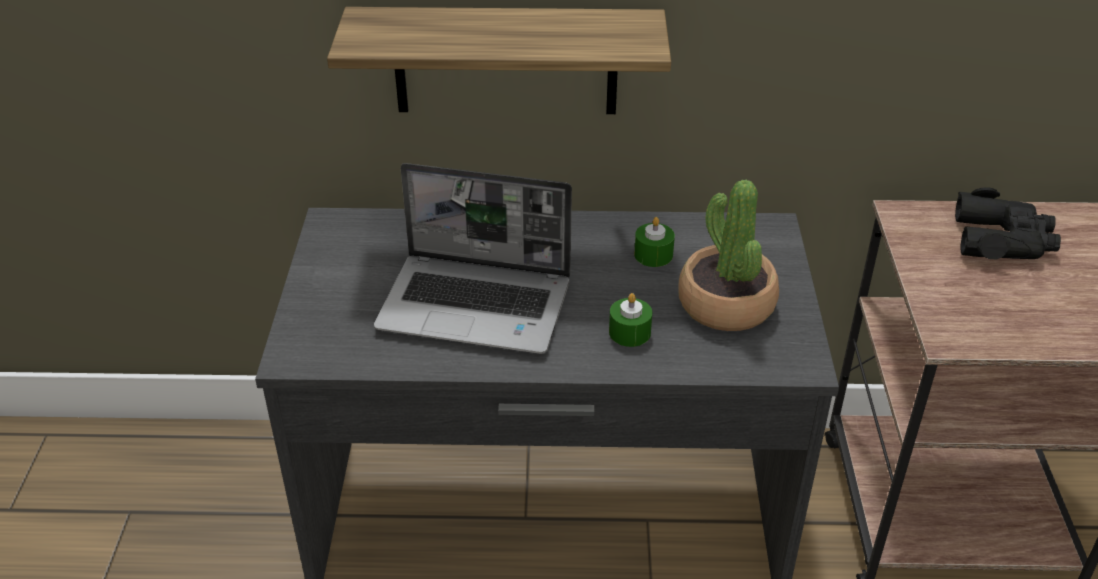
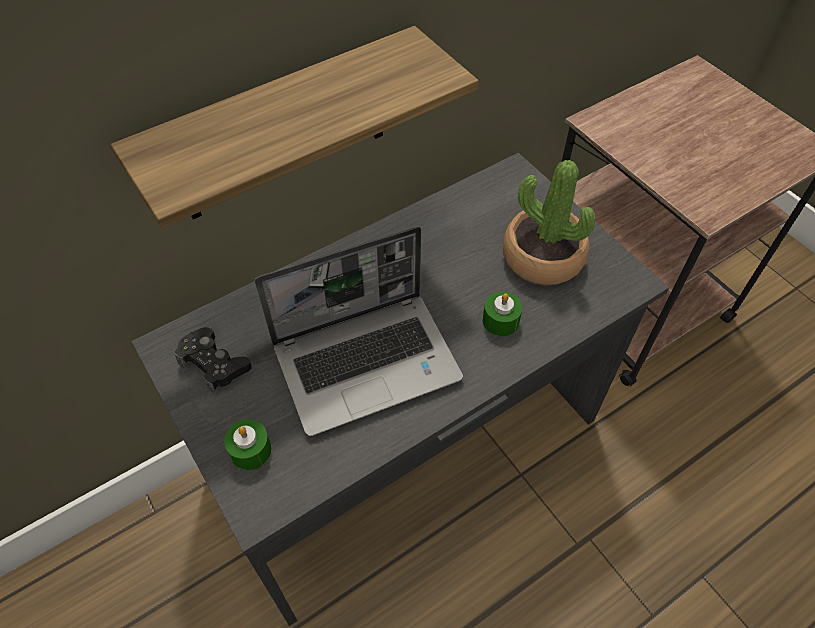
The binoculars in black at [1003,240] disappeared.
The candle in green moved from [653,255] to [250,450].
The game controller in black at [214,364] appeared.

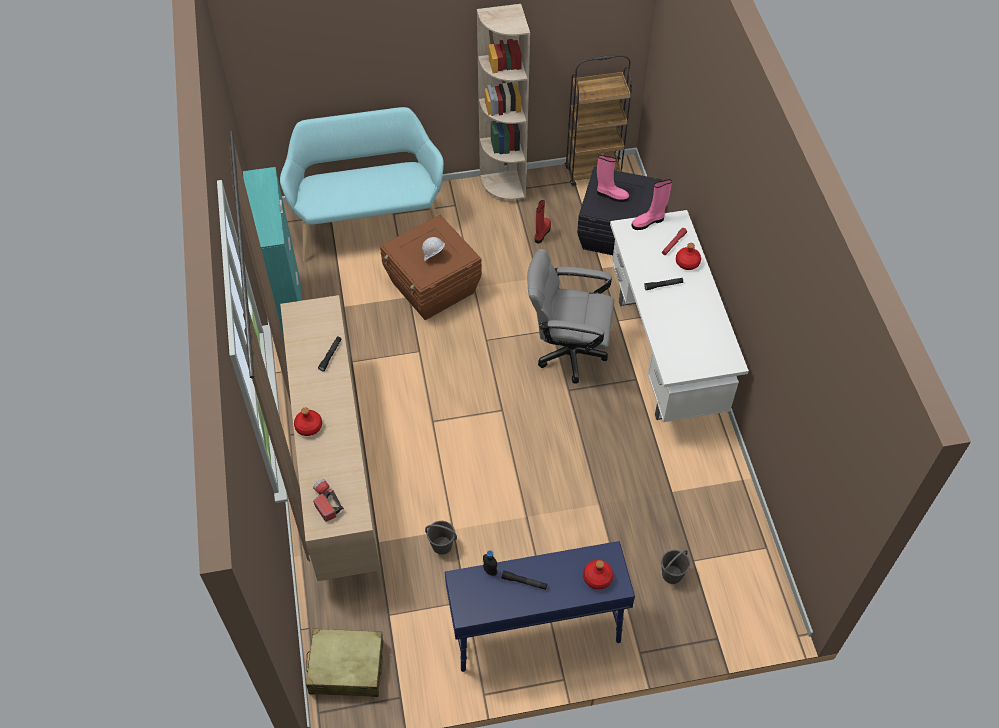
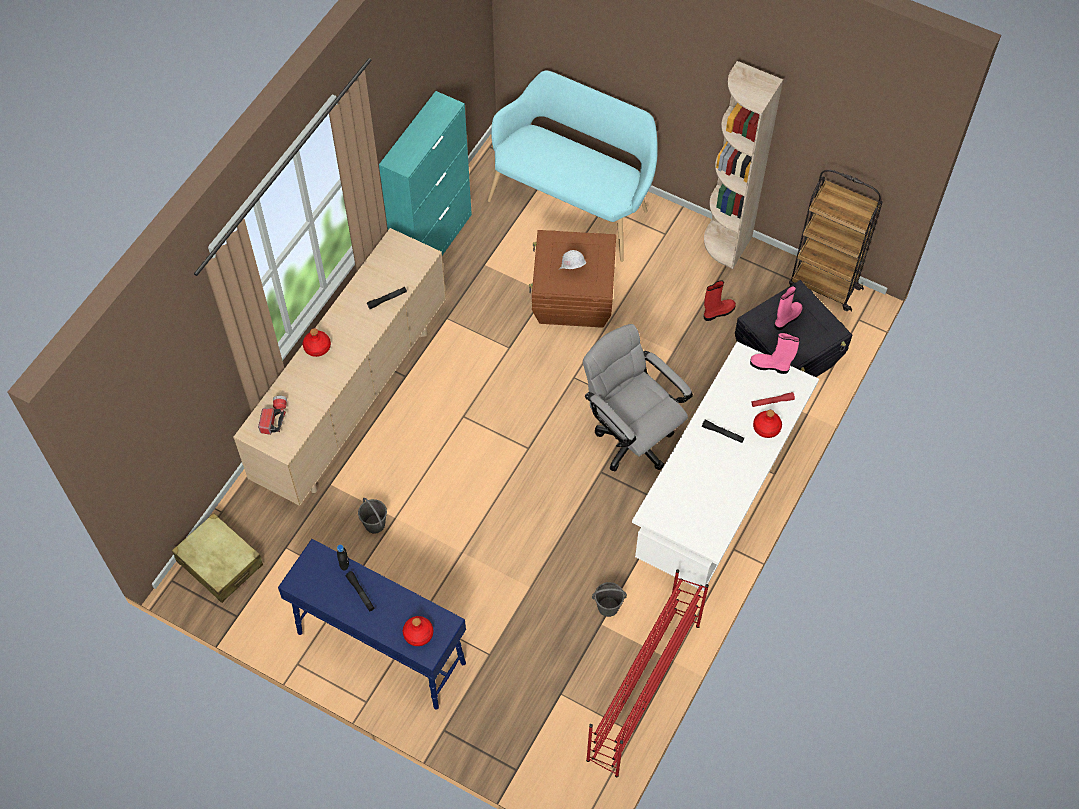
The boot in pink at [611,195] turned 105 degrees counterclockwise.
The bucket in grey moved from [672,574] to [608,607].
The shoe rack in red at [643,692] appeared.

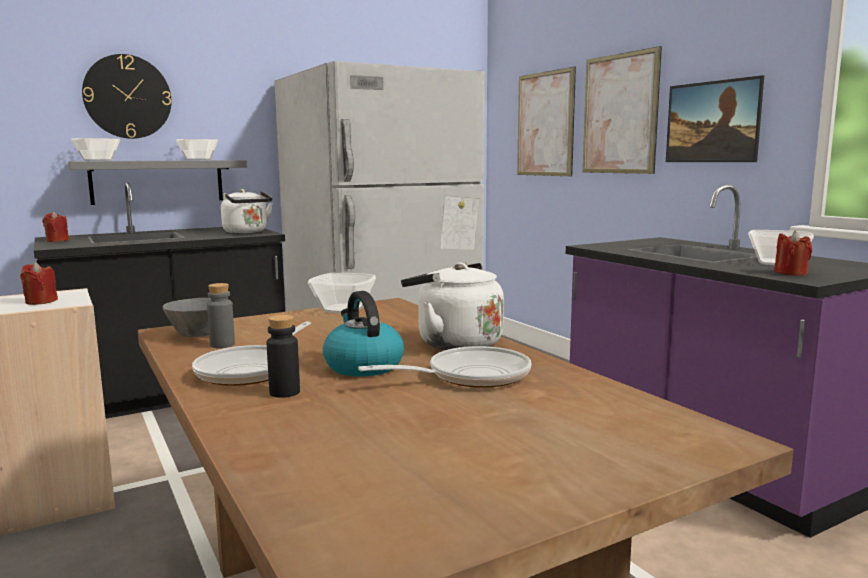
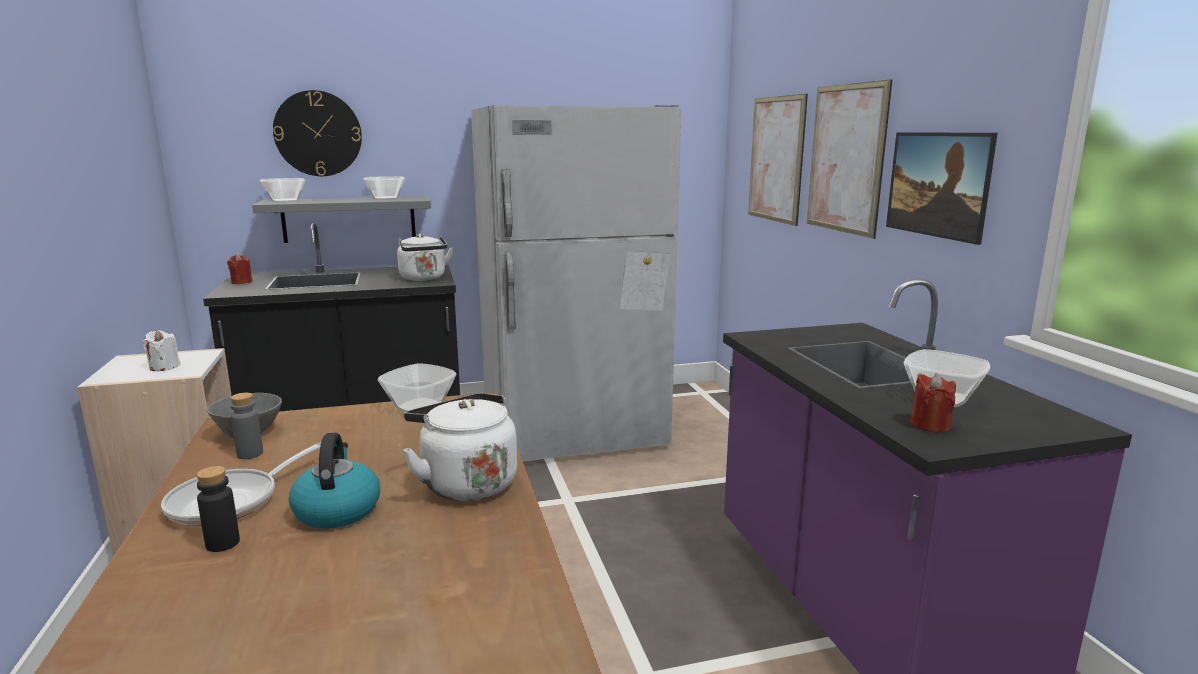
The candle in red at [41,301] became the candle in white at [164,367].
The frying pan at [470,376] disappeared.

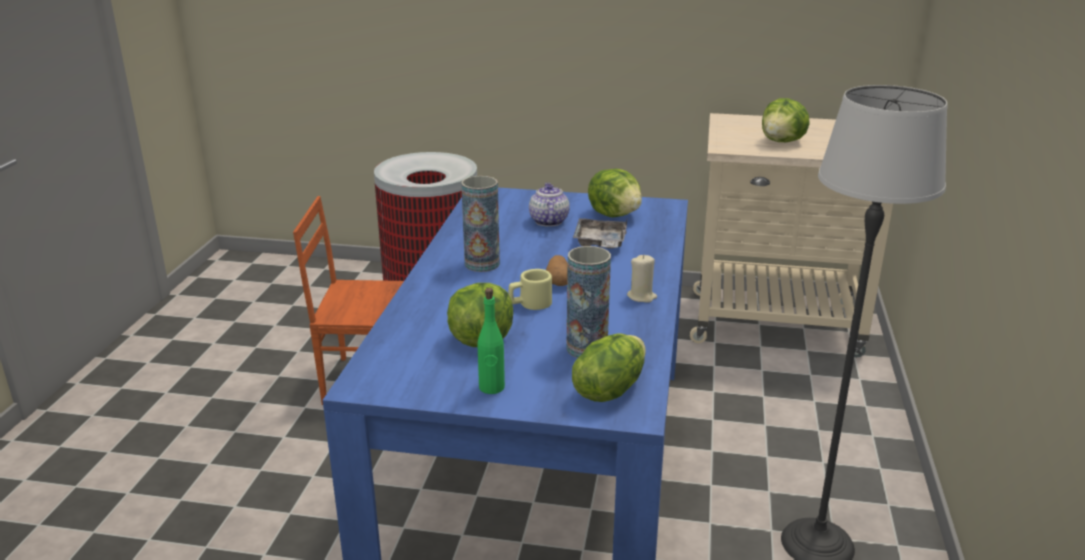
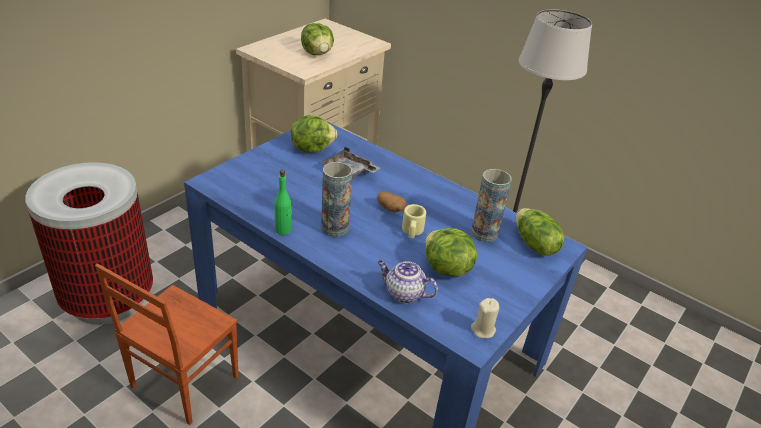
The teapot moved from [548,221] to [403,293].
The candle in beige moved from [641,297] to [483,330].
The bottle in green moved from [491,387] to [283,230].

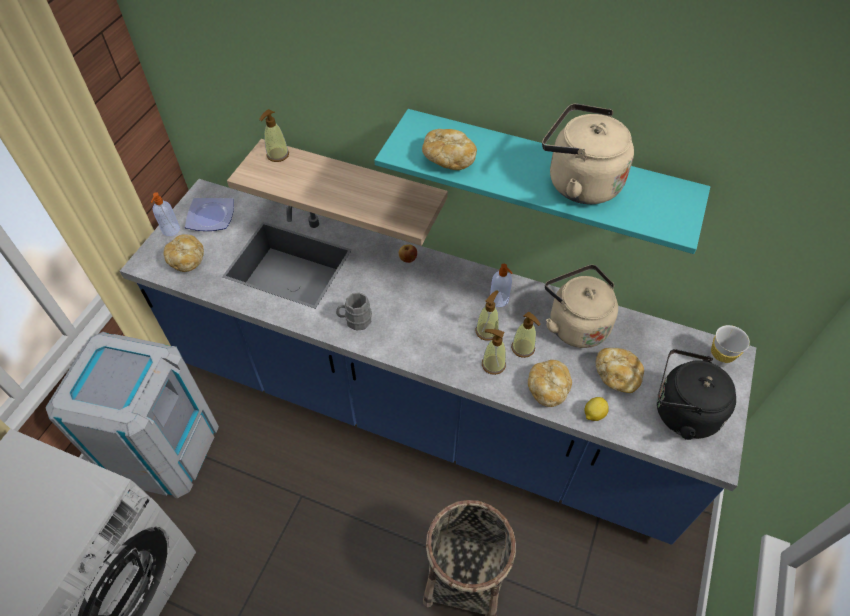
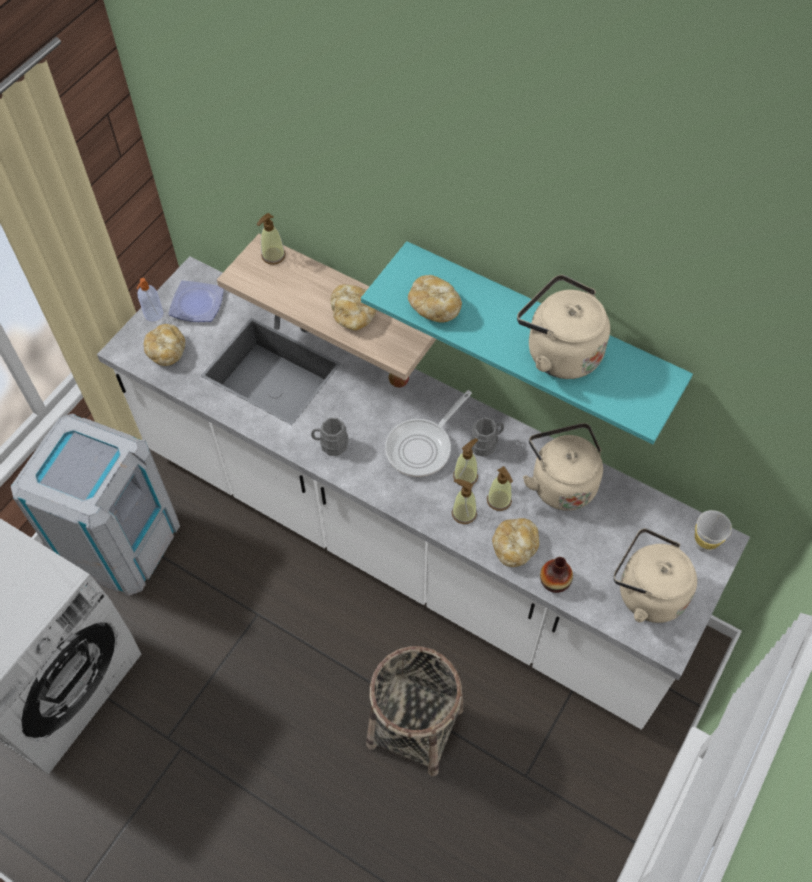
The counter in blue at [425,409] became the counter in white at [406,541].
The soap dispenser at [499,300] was replaced by the mug in grey at [486,443].
The bread moved from [617,376] to [353,315].
The kettle in black at [681,412] became the kettle in beige at [646,593].
The lemon at [593,414] was replaced by the vase at [554,581].
The frying pan at [422,447] appeared.

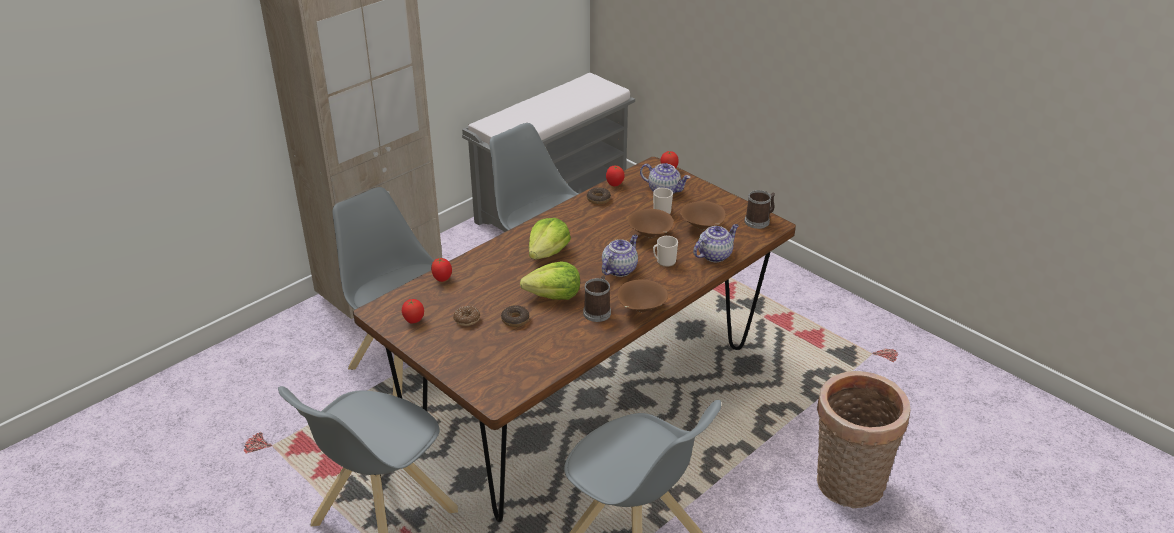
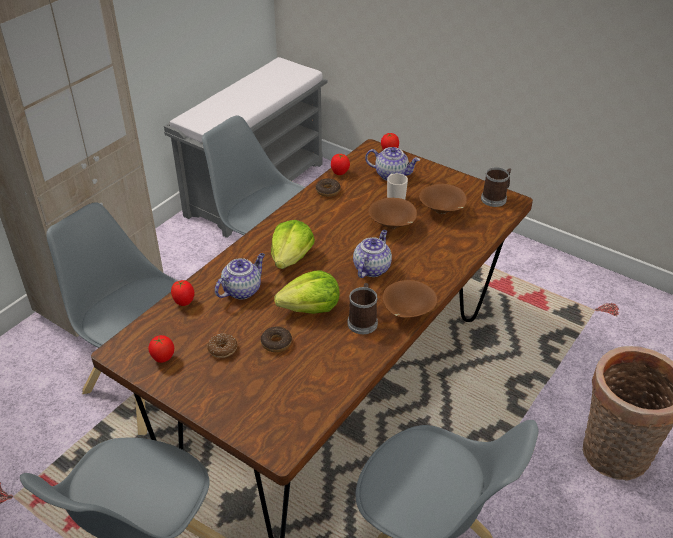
The teapot moved from [715,255] to [242,290].
The mug at [664,261] disappeared.

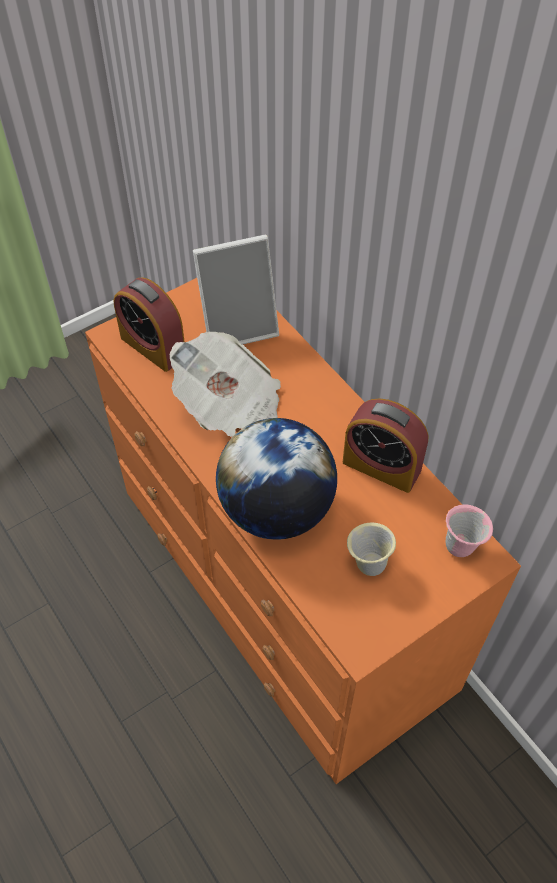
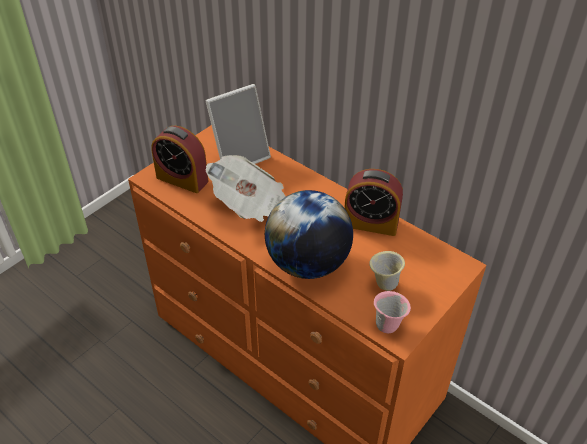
The mug in pink moved from [462,545] to [388,325].

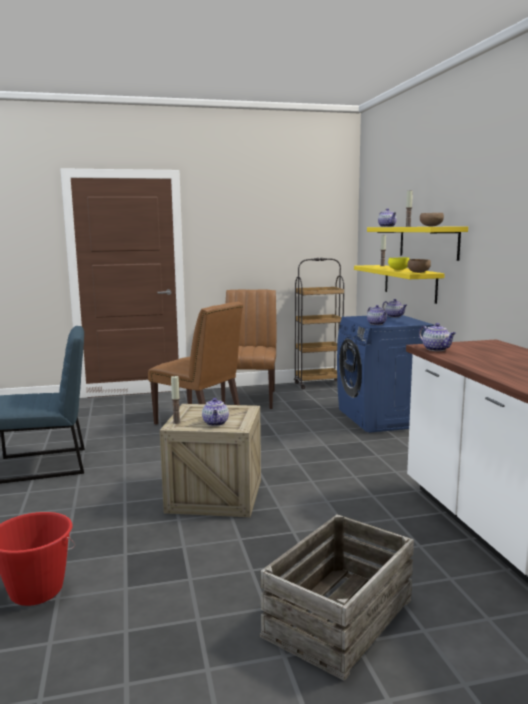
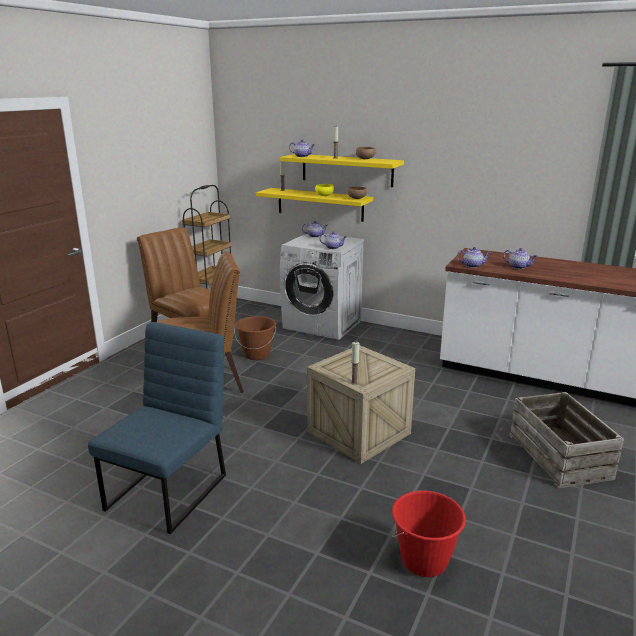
The washing machine in blue at [380,420] became the washing machine in white at [322,326].
The teapot moved from [216,423] to [518,267].
The bucket in brown at [256,355] appeared.

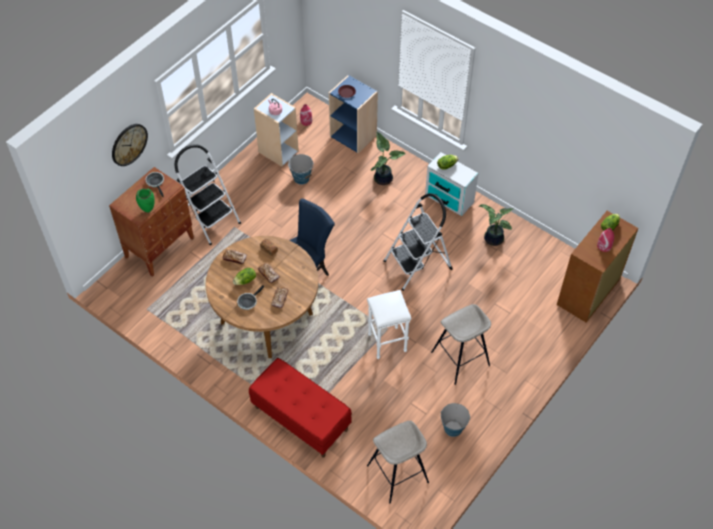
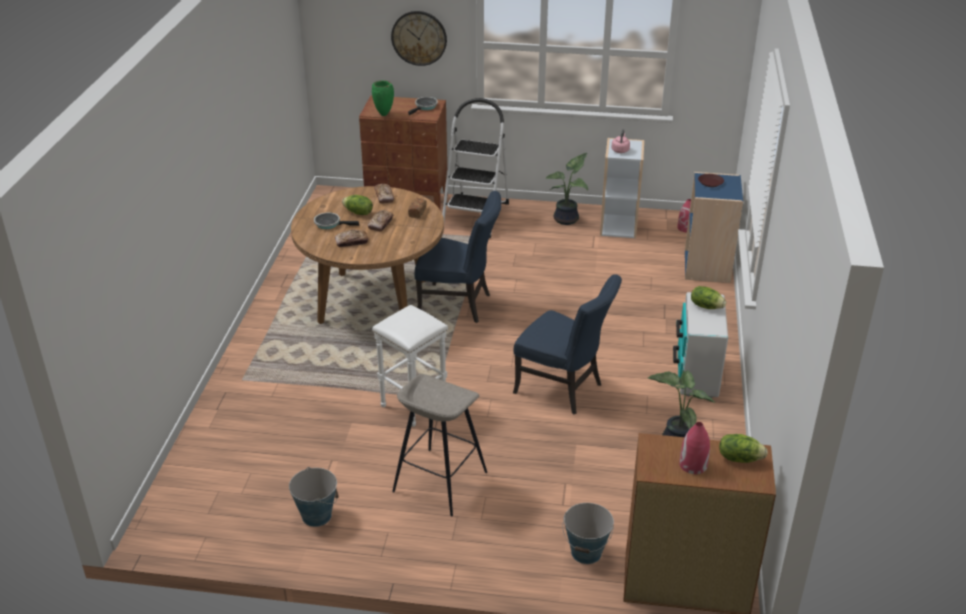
The potted plant moved from [383,178] to [567,219].
The bucket moved from [301,178] to [586,552].
The step ladder at [419,265] was replaced by the chair in blue at [563,389].
The bench in red at [301,418] disappeared.
The stool in grey at [397,474] disappeared.

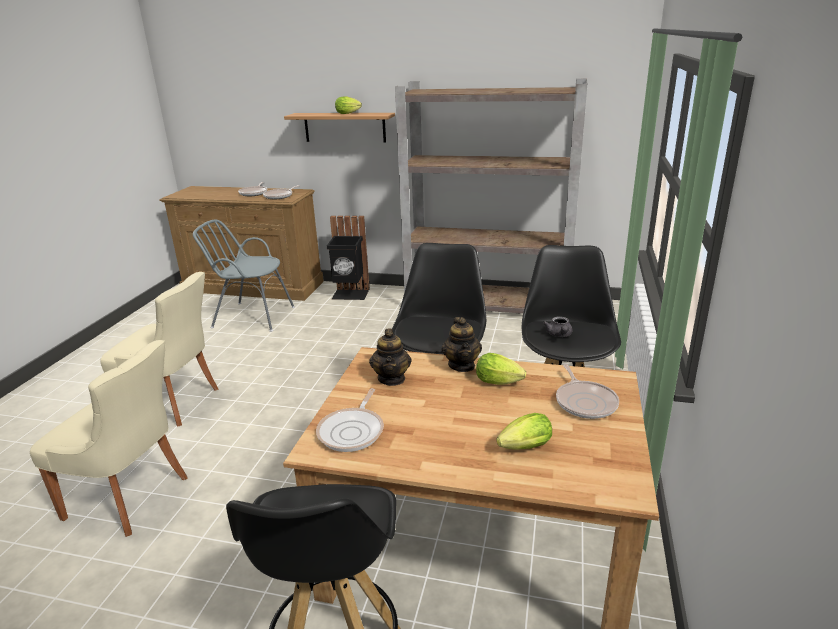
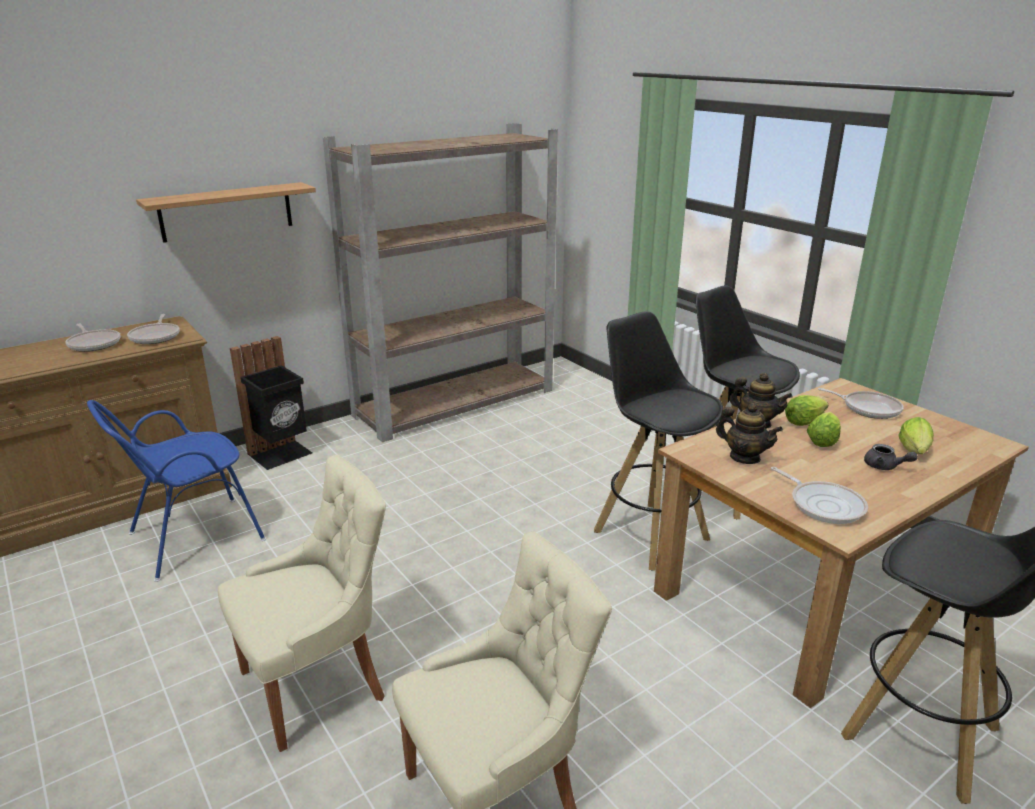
The lettuce moved from [349,113] to [823,441].
The chair in grey at [251,316] became the chair in blue at [191,538].
The teapot in grey moved from [559,335] to [884,467].

